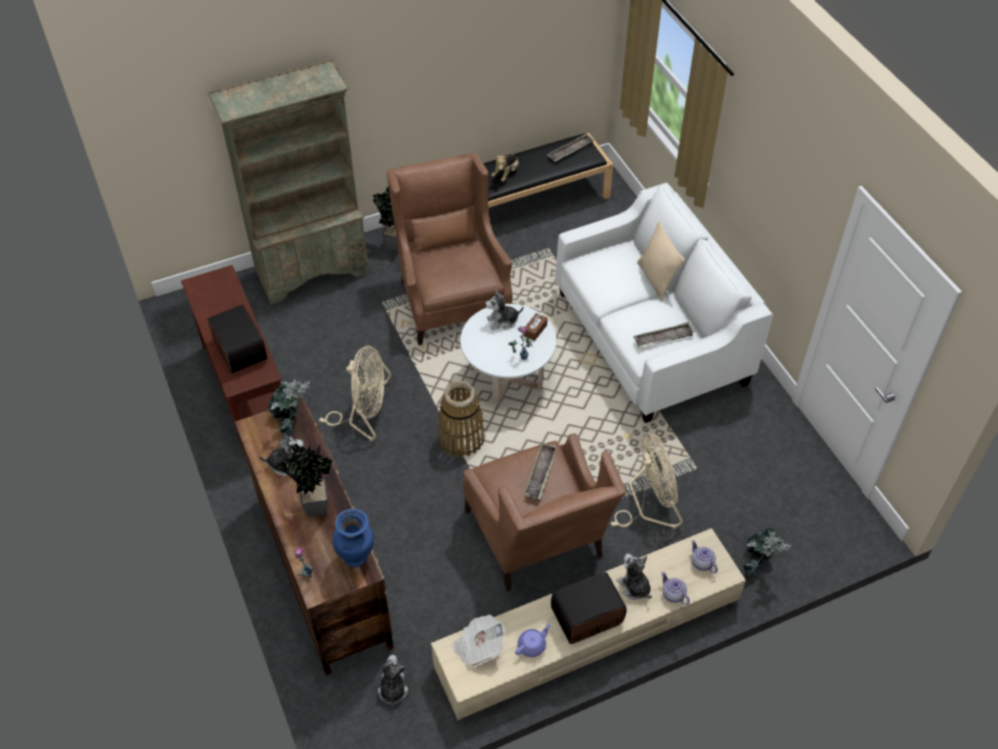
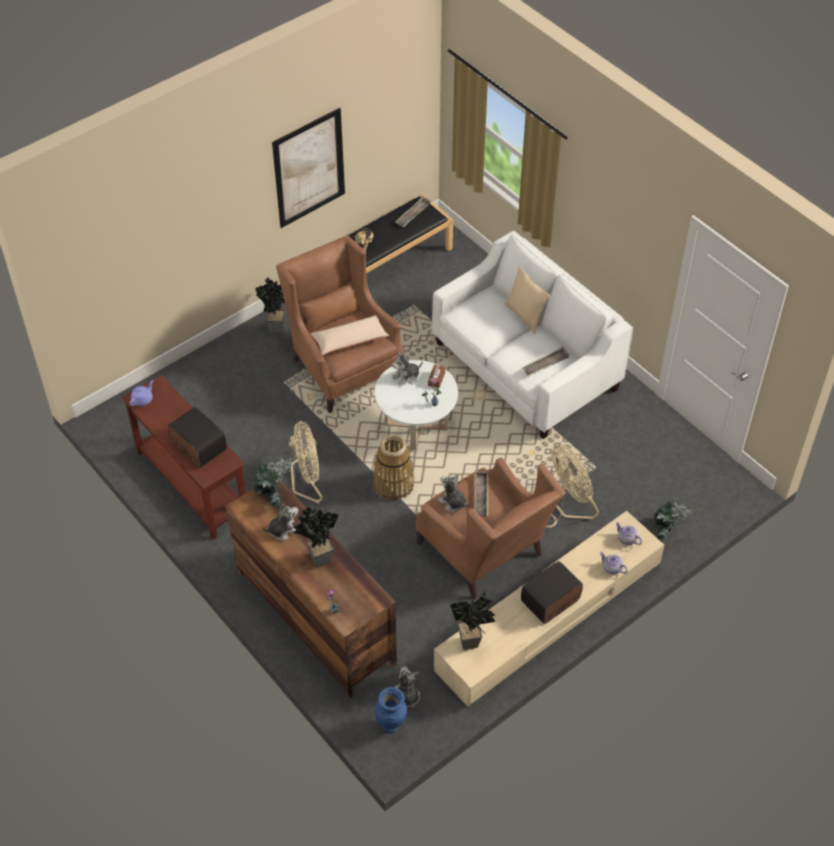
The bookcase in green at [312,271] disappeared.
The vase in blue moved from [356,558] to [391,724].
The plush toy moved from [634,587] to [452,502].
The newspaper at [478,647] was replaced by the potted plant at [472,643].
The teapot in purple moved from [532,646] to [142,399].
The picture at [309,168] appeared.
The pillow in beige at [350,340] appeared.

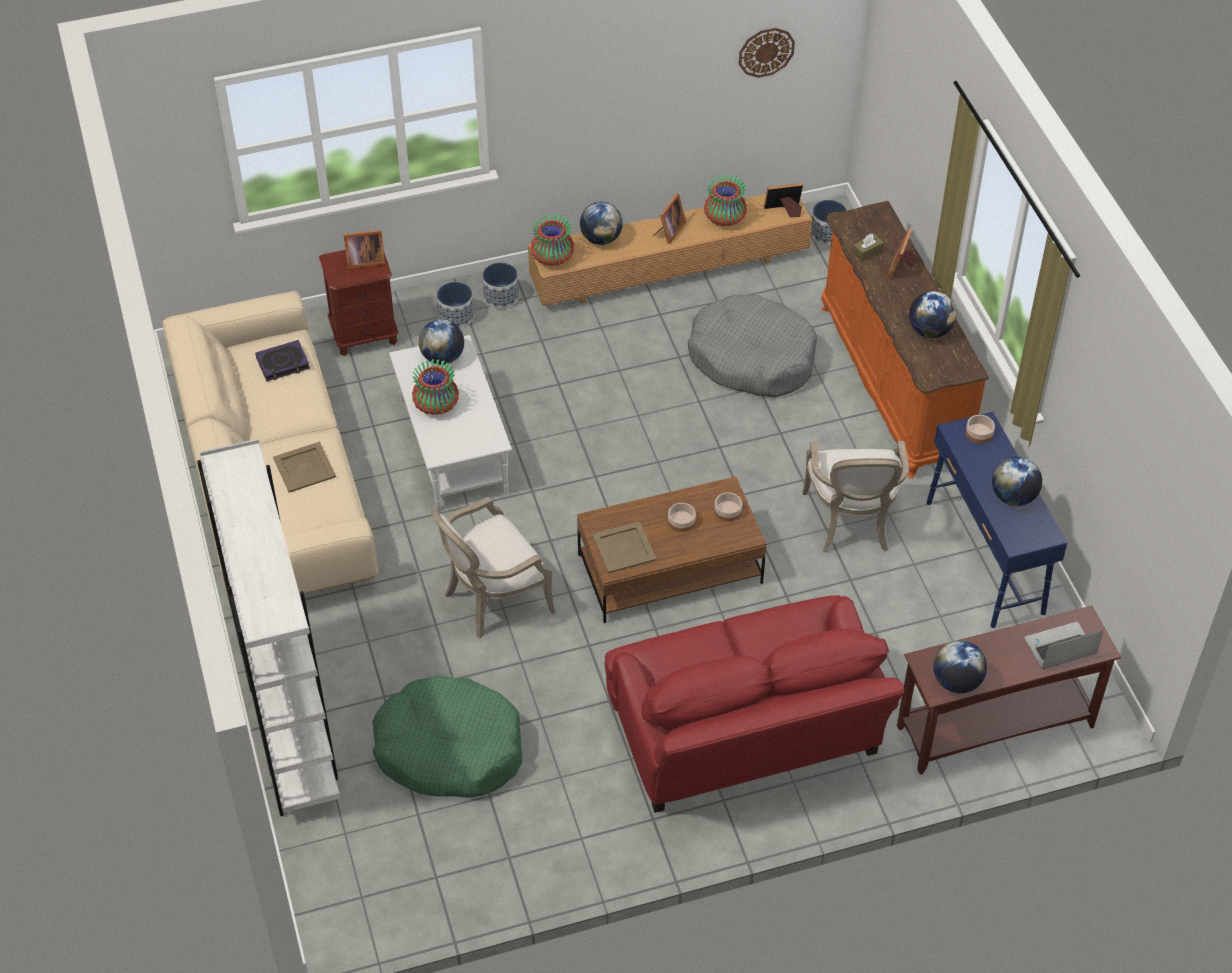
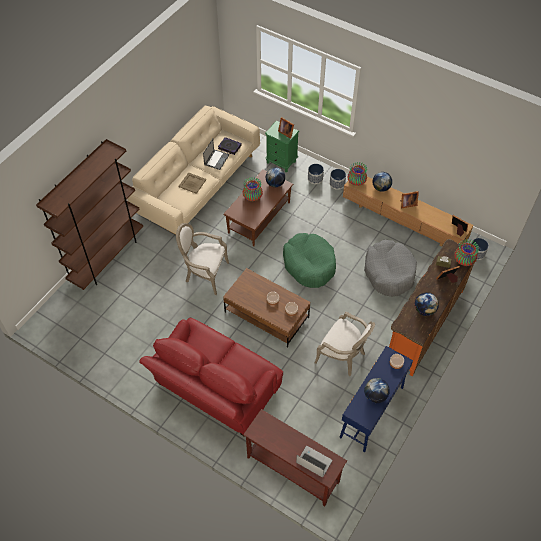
The wall clock at [766,52] disappeared.
The vase moved from [724,219] to [463,260].
The nightstand in brown at [364,335] became the nightstand in green at [281,162].
The coffee table in white at [453,444] became the coffee table in brown at [259,217].
The bookcase in white at [290,724] became the bookcase in brown at [107,257].
The armchair at [851,524] turned 105 degrees counterclockwise.
The tray in beige at [624,547] disappeared.
The globe at [957,682] disappeared.
The dog bed in green moved from [449,749] to [309,264].
The laptop at [216,159] appeared.

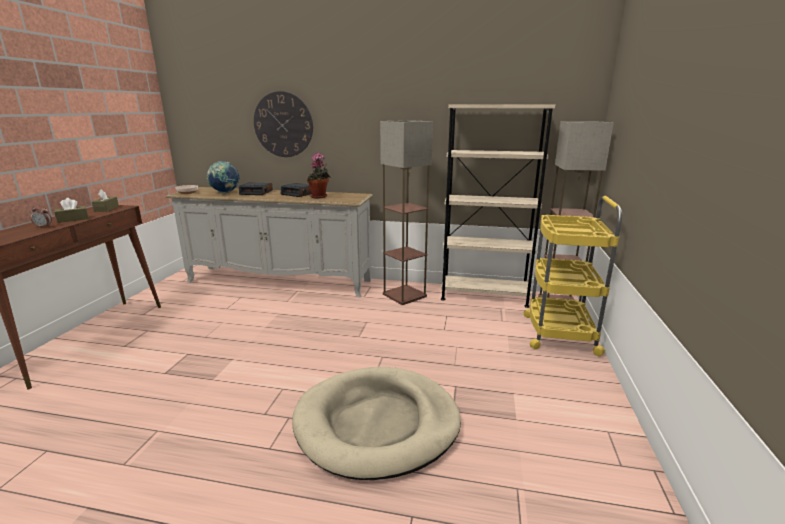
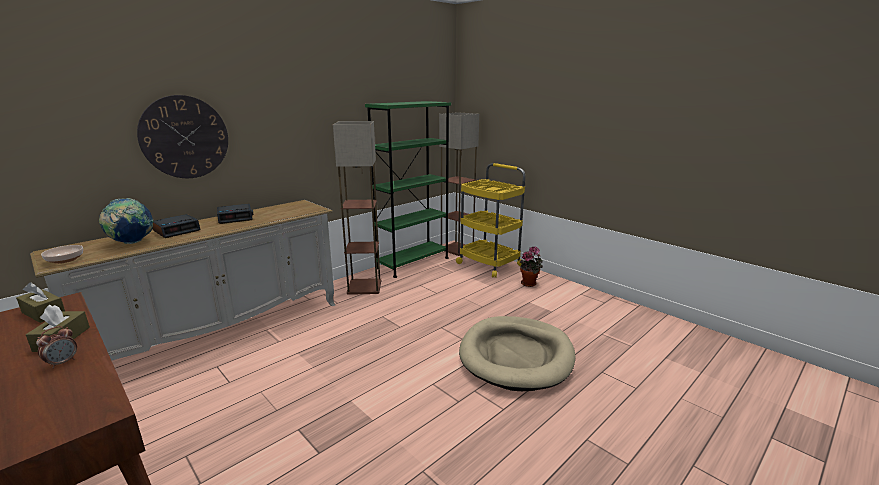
The bookcase in beige at [484,295] became the bookcase in green at [412,263].
The potted plant moved from [319,197] to [530,283].

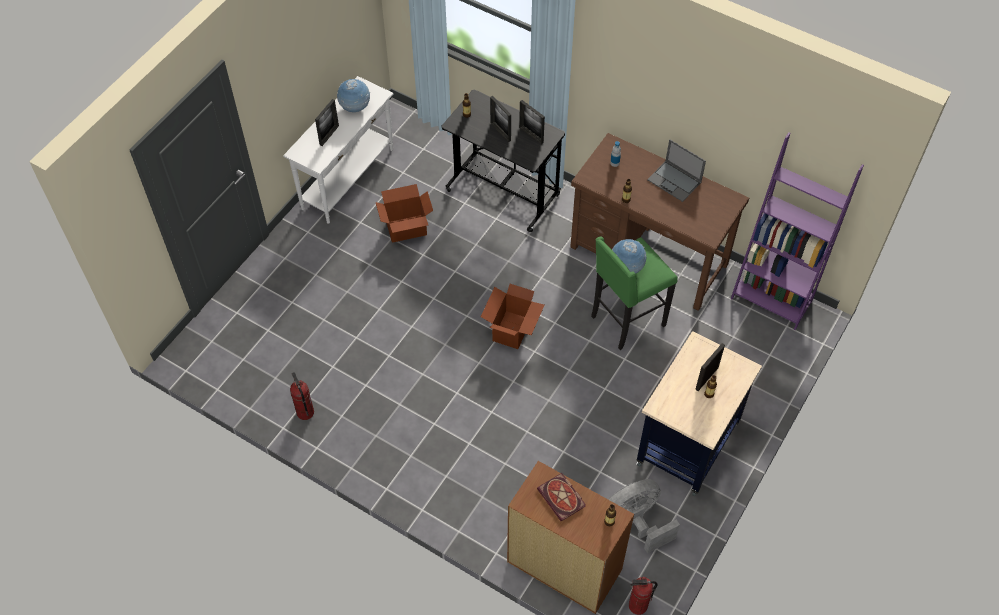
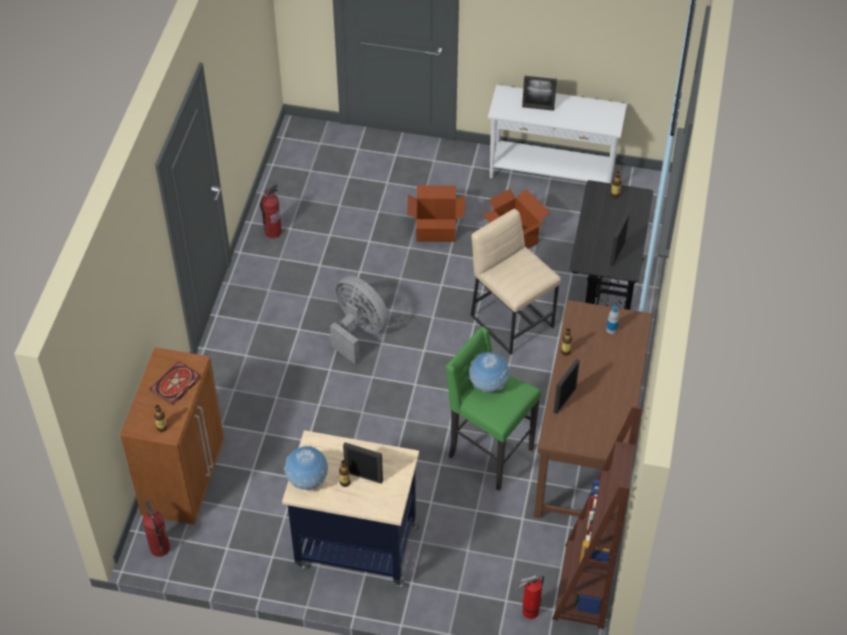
The globe moved from [355,108] to [307,481].
The picture frame moved from [500,132] to [564,400].
The bookcase in purple at [771,299] became the bookcase in brown at [584,586].
The laptop at [675,181] disappeared.
The cardboard box moved from [512,330] to [436,231].
The fan in grey moved from [633,523] to [358,331].
The chair in beige at [511,320] appeared.
The fire extinguisher at [528,612] appeared.

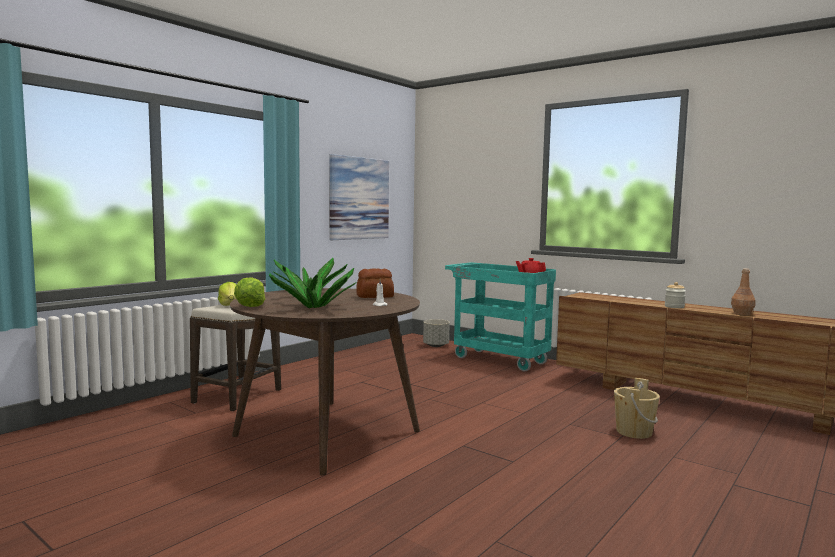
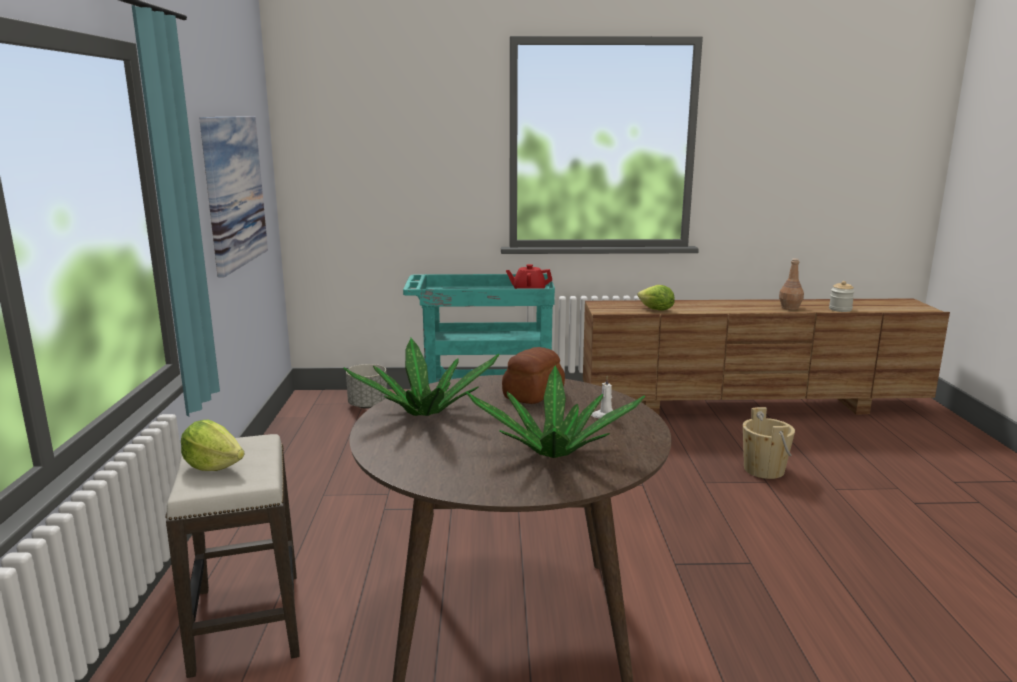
The lettuce moved from [250,306] to [656,310].
The jar moved from [674,307] to [840,309].

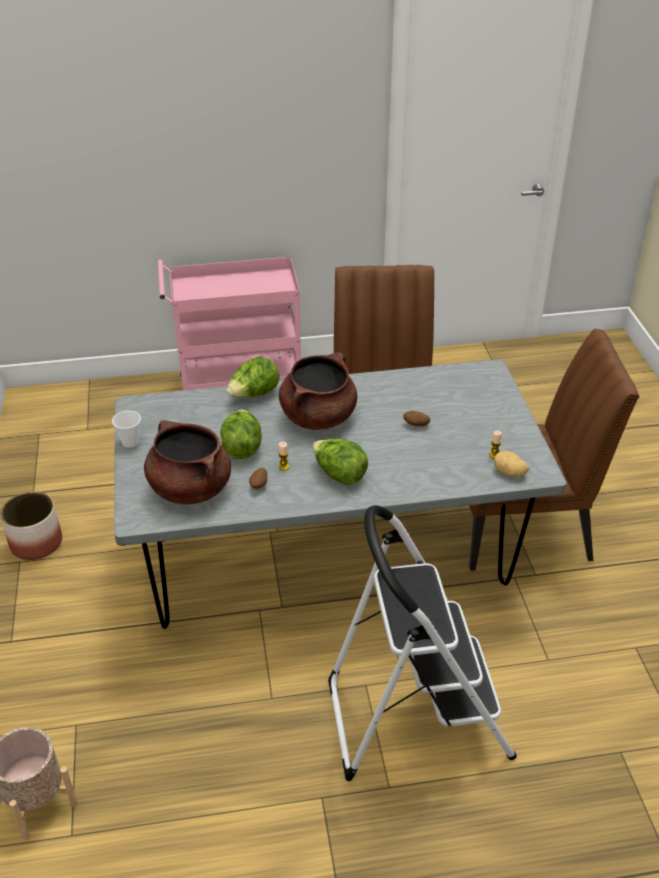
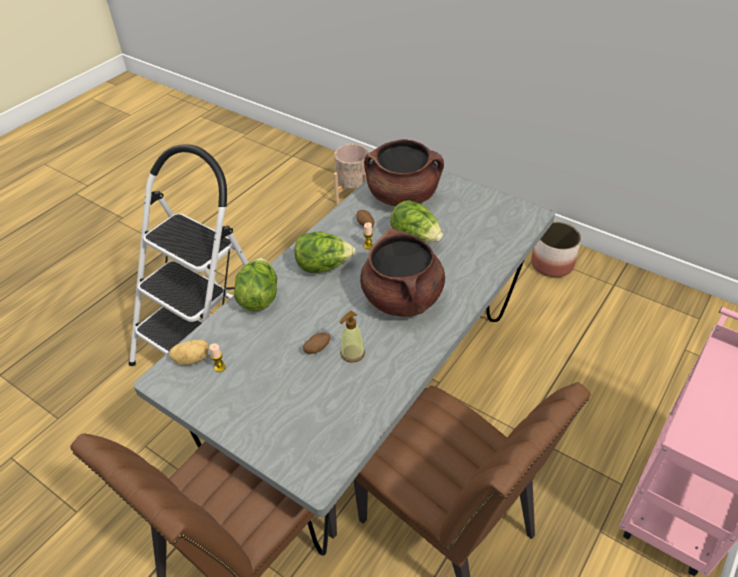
The lettuce moved from [254,395] to [258,297].
The cup at [130,442] disappeared.
The soap dispenser at [352,353] appeared.

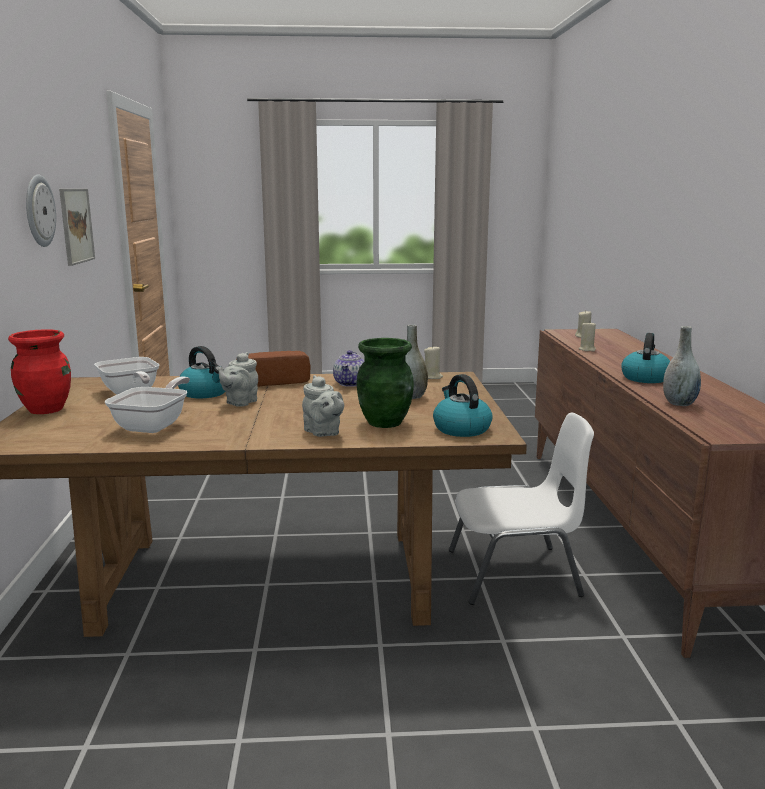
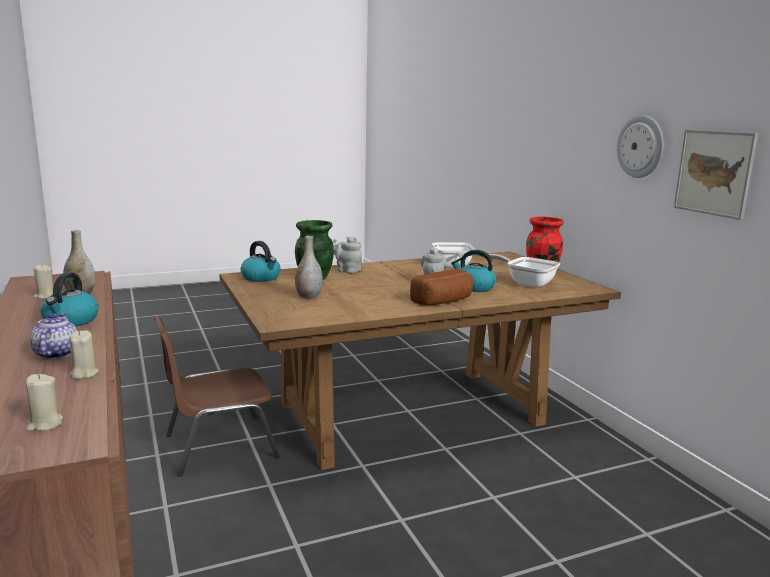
The candle in beige moved from [432,377] to [45,296].
The teapot moved from [351,383] to [56,354].
The chair in white at [515,574] became the chair in brown at [218,446].

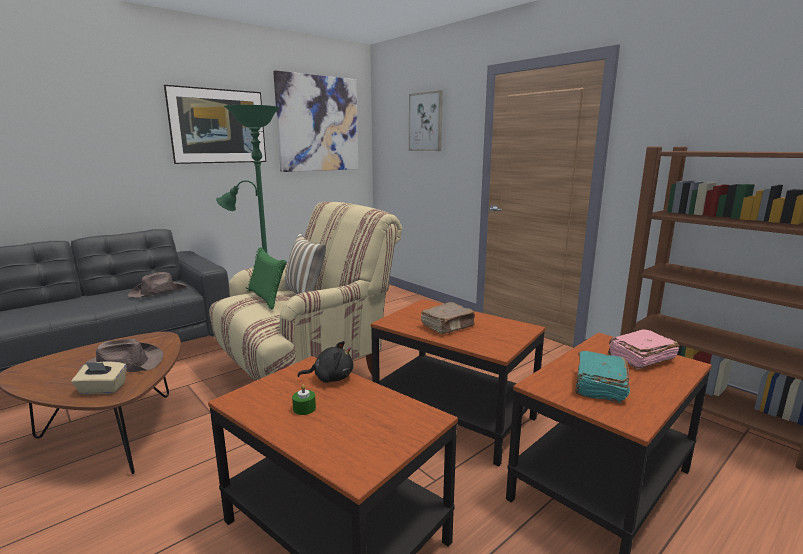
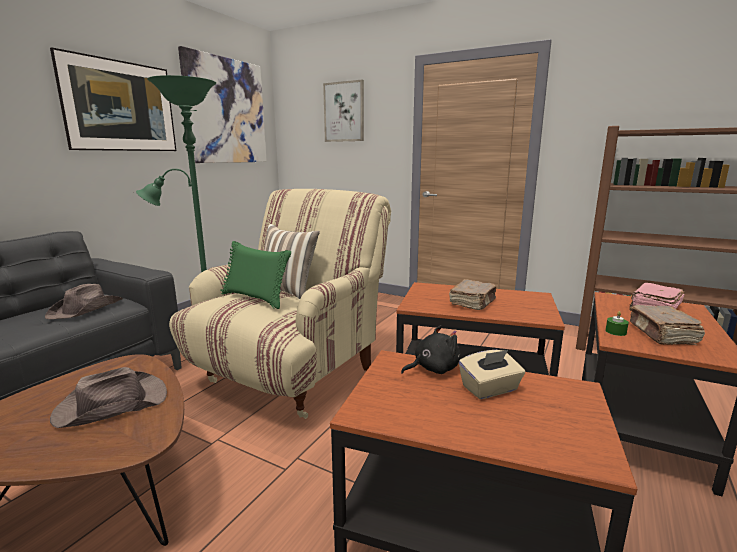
The book in turquoise at [599,386] became the book in brown at [662,334].
The tissue box in beige moved from [102,389] to [490,389].
The candle in green moved from [304,408] to [615,332].

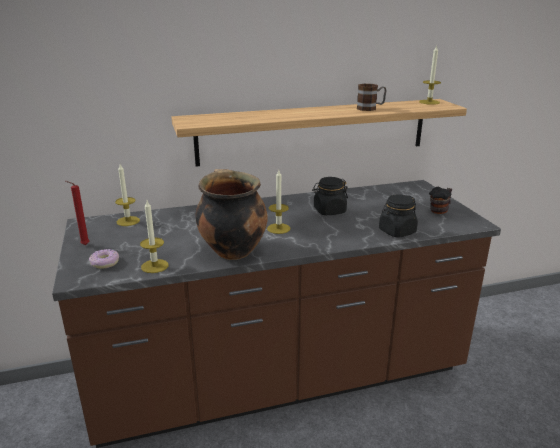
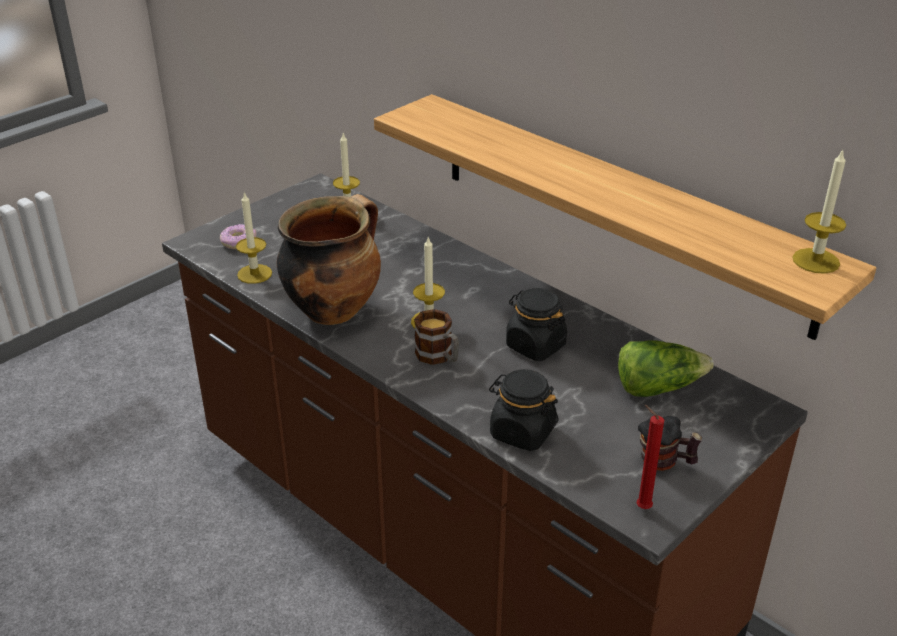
The mug moved from [370,108] to [439,357].
The candle in red moved from [84,245] to [641,507].
The lettuce at [658,387] appeared.

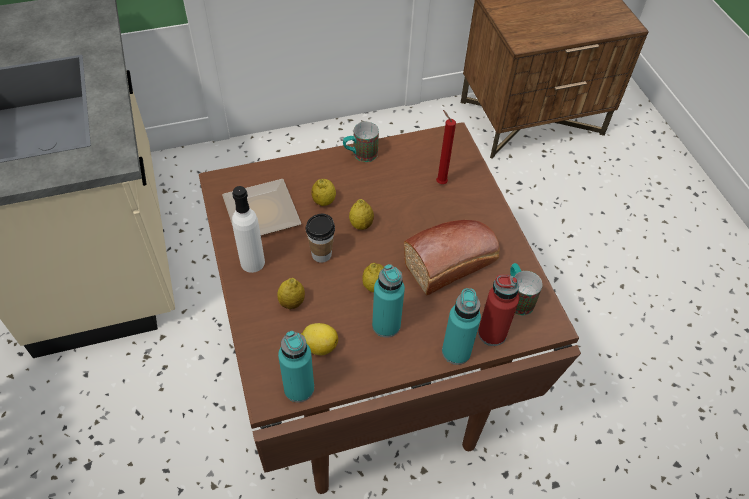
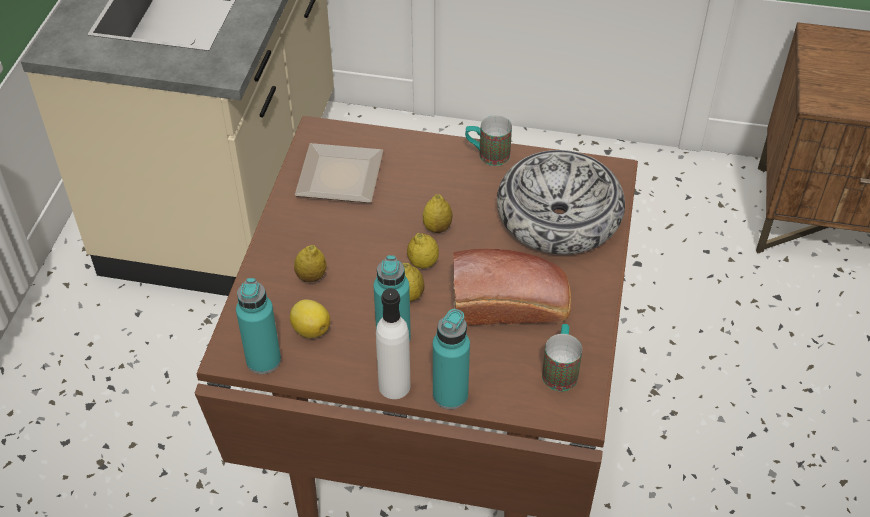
The candle in red at [440,182] was replaced by the bowl at [559,215].
The lemon moved from [324,201] to [423,263].
The bottle in white moved from [252,262] to [394,386].
The cup at [321,254] disappeared.
The bottle in red at [492,333] disappeared.

